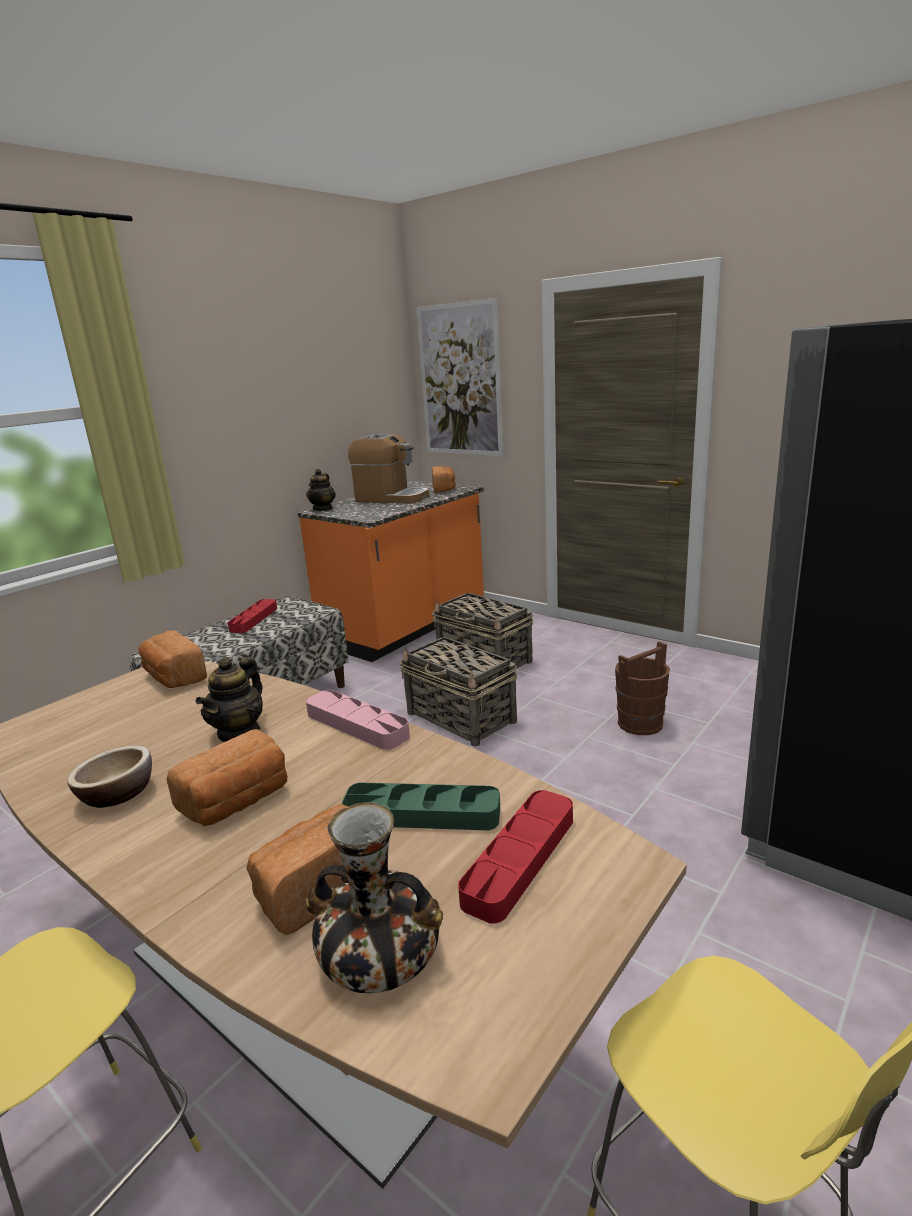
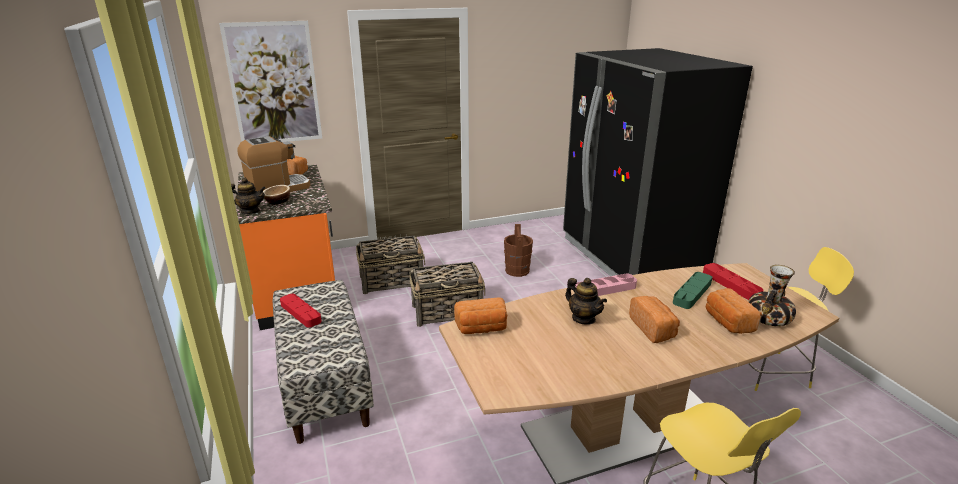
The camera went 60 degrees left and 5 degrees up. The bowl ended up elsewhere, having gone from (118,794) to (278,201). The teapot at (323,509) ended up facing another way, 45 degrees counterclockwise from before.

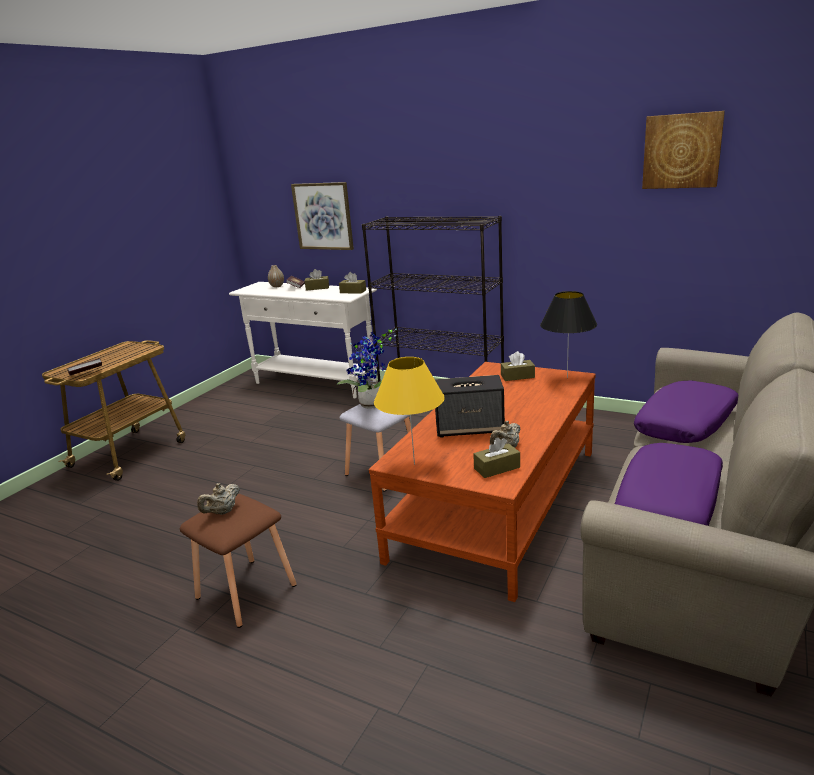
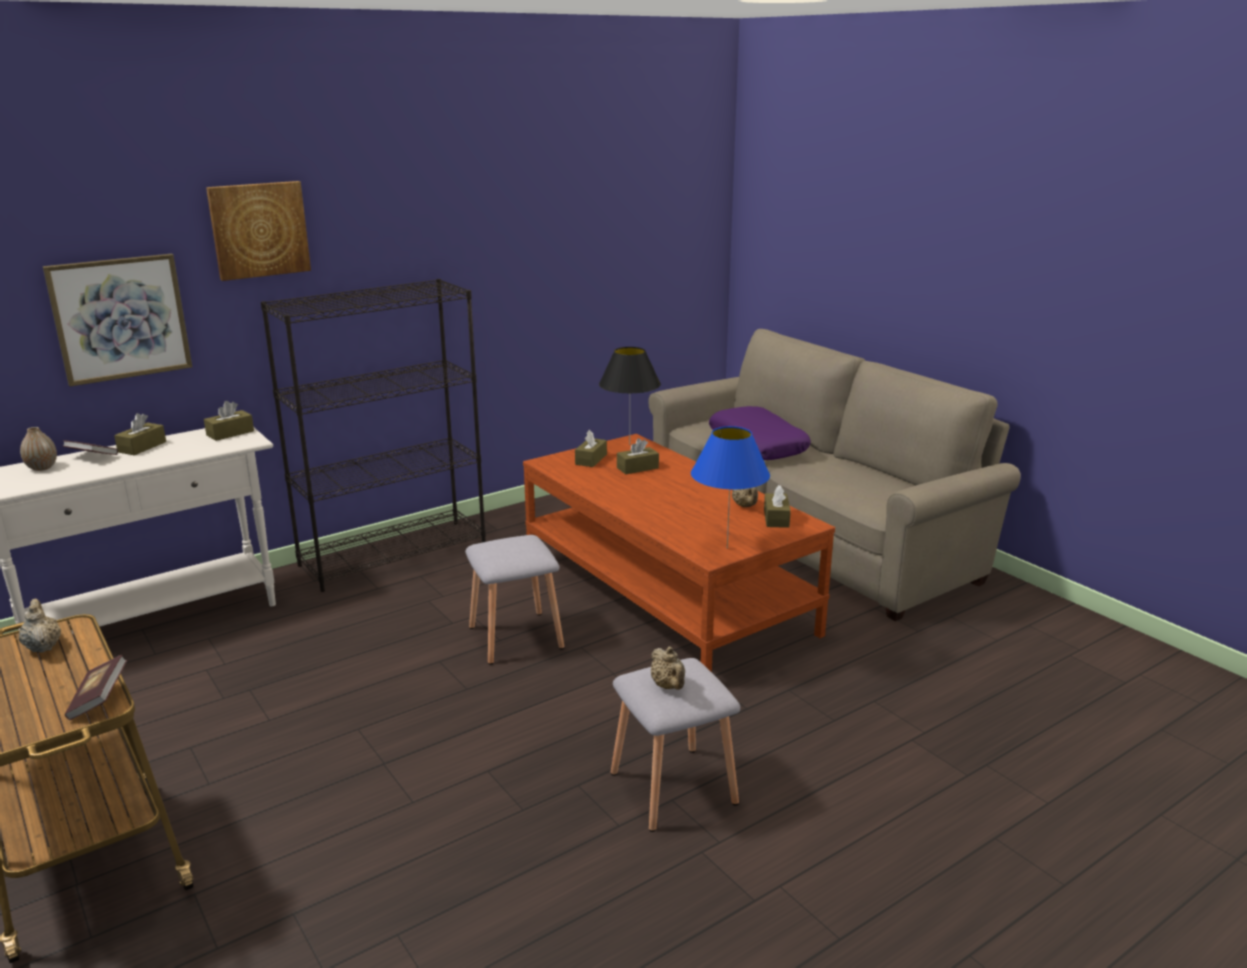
The camera went 65 degrees left and 0 degrees up. What was the stool (brown) at (245,592) turned into the stool (grey) at (675,789). The second view lost the potted plant at (372,406). What was the table lamp (yellow) at (414,464) turned into the table lamp (blue) at (727,548). The second view lost the speaker at (470,428). The second view lost the pillow (purple) at (669,502). The picture ended up elsewhere, having gone from (682,151) to (259,230). The second view gained the teapot (beige) at (43,646). The second view gained the tissue box (brown) at (637,468).

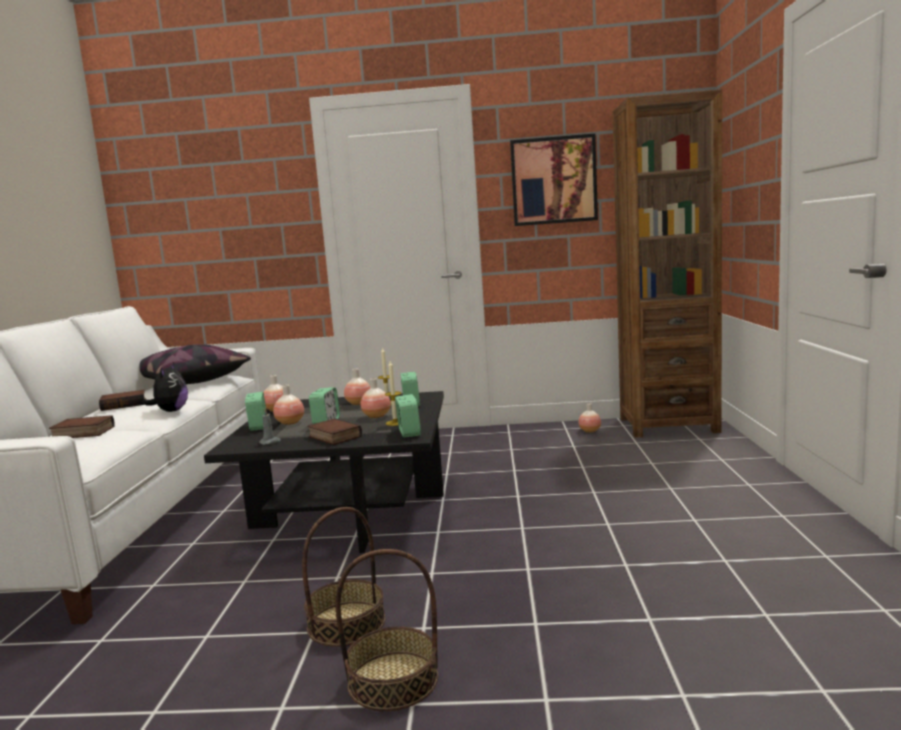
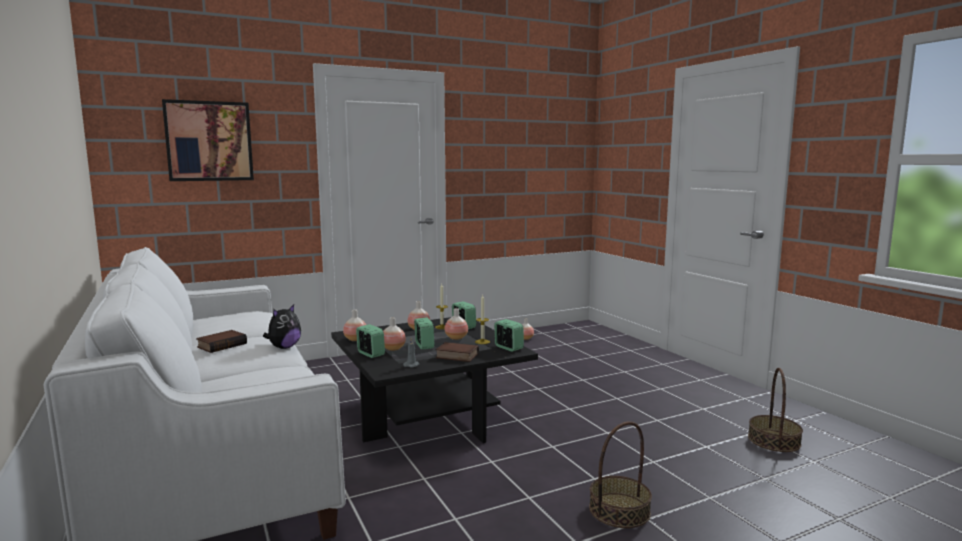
The camera went 30 degrees left and 0 degrees up. The second view lost the book at (82,433). The second view lost the pillow at (189,381). The plush toy at (171,411) ended up facing another way, 60 degrees clockwise from before. The basket ended up elsewhere, having gone from (346,623) to (773,440). The picture ended up elsewhere, having gone from (553,181) to (209,141). The second view lost the bookcase (brown) at (668,425).

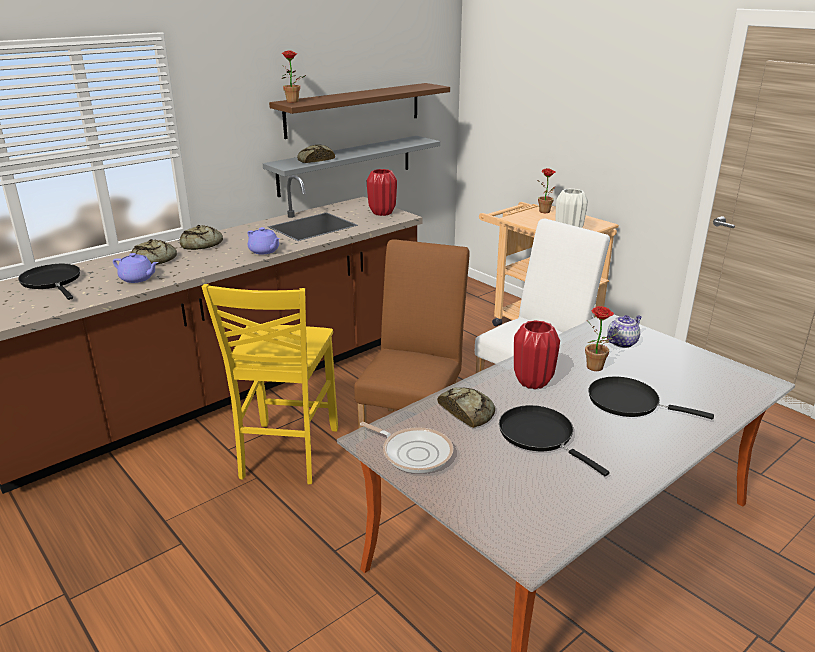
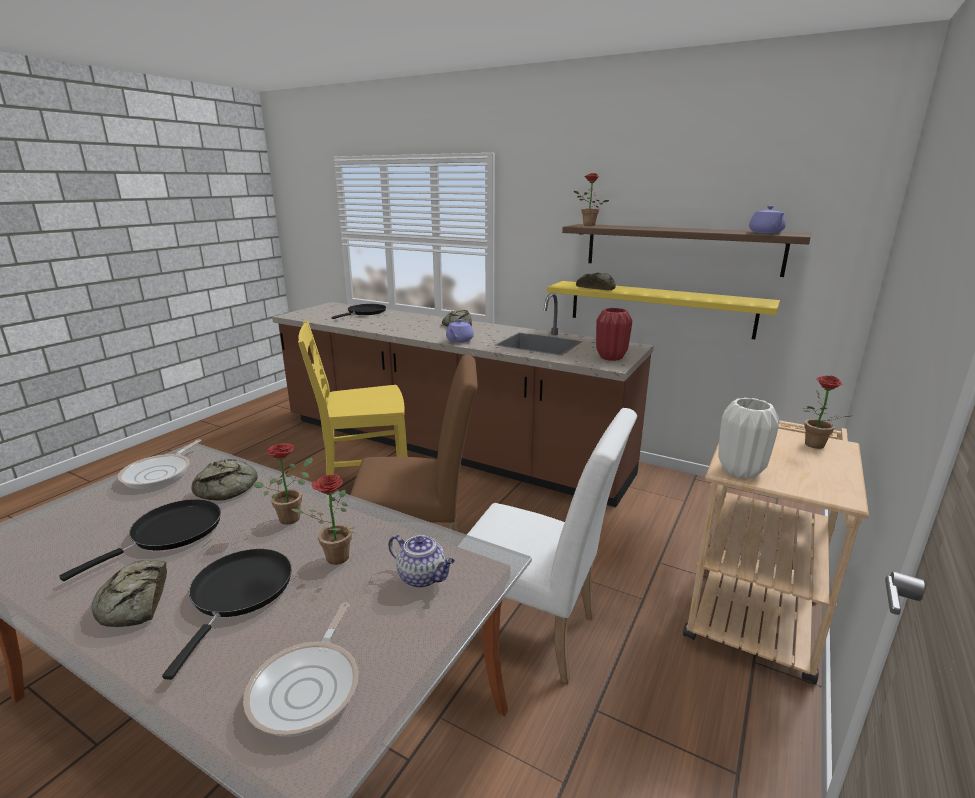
The camera went 70 degrees right and 5 degrees down. The teapot (purple) ended up elsewhere, having gone from (138,278) to (766,233). The bread ended up elsewhere, having gone from (153,260) to (135,602). What was the shelf (grey) at (346,165) turned into the shelf (yellow) at (659,308). Where the vase (red) stood at (532,382), the potted plant came to stand at (292,516). The second view gained the frying pan at (309,687).

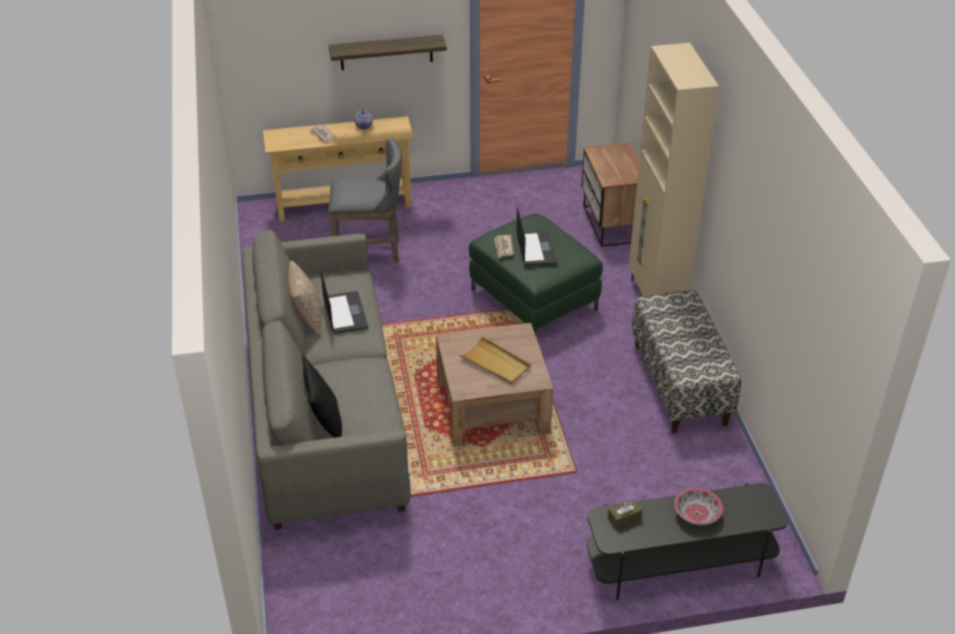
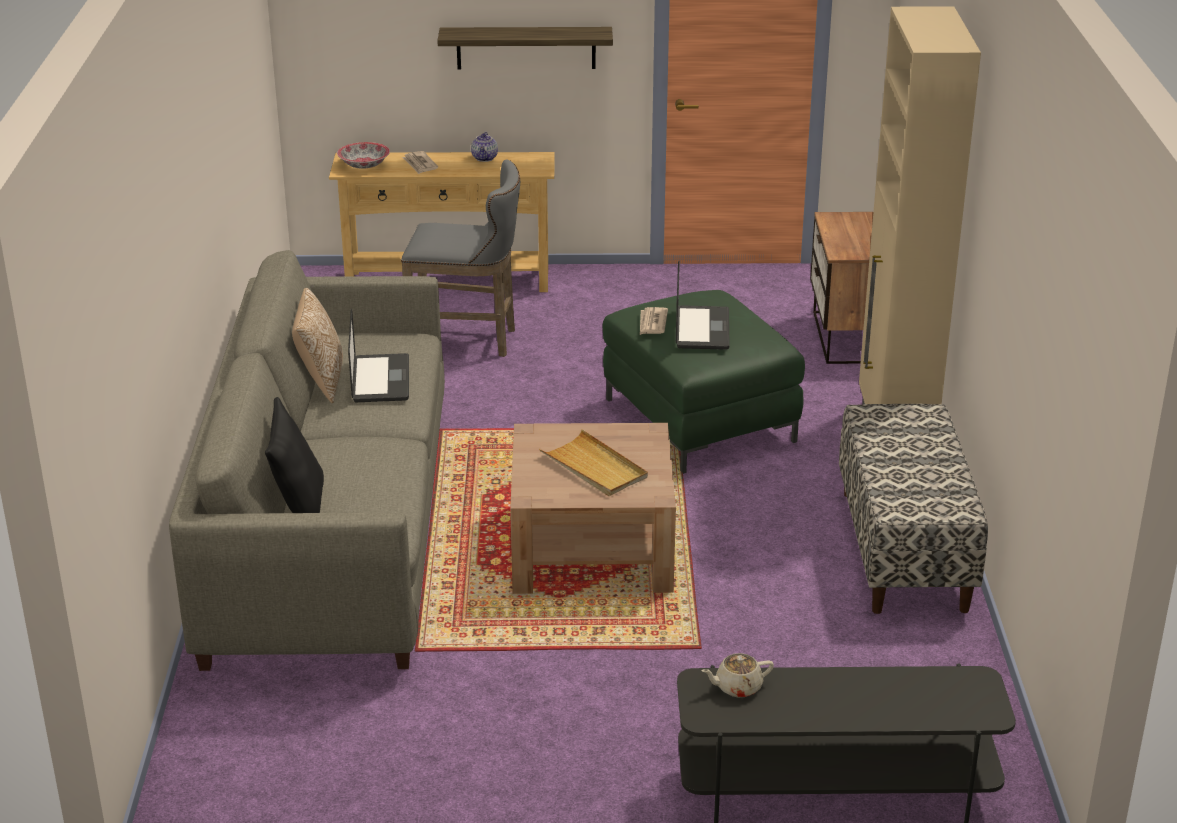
The camera went 10 degrees right and 10 degrees down. Where the tissue box (brown) stood at (624,517), the teapot (beige) came to stand at (737,687). The bowl ended up elsewhere, having gone from (696,514) to (364,165).

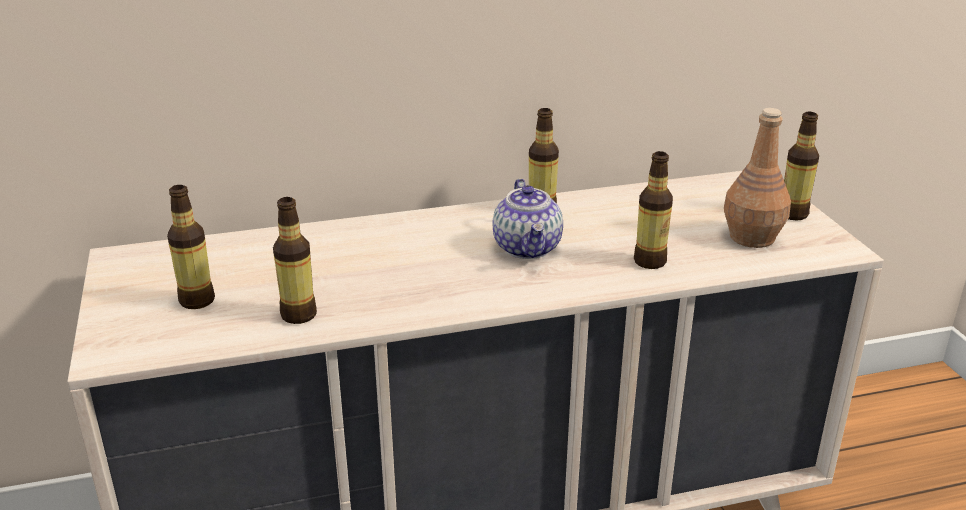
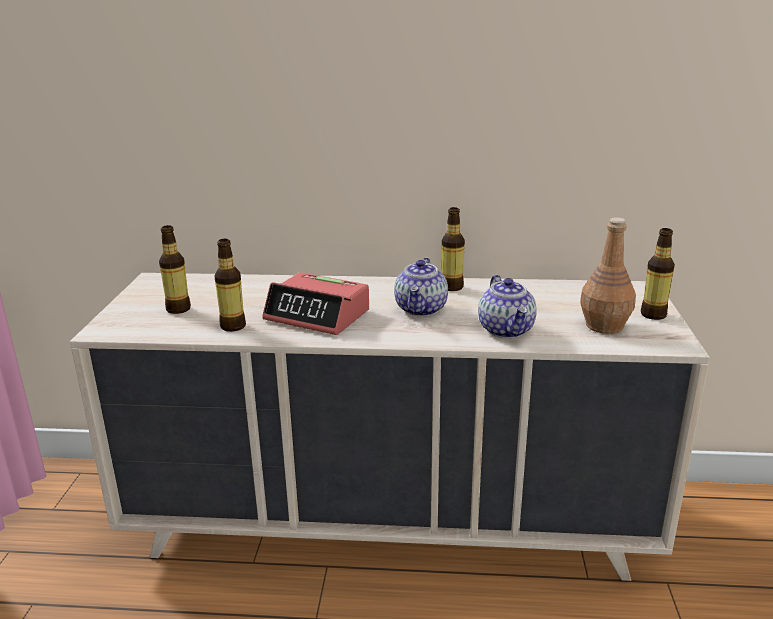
The camera went 20 degrees right and 5 degrees down. Where the bottle stood at (650,261), the teapot came to stand at (507,330). The second view gained the alarm clock at (318,315).

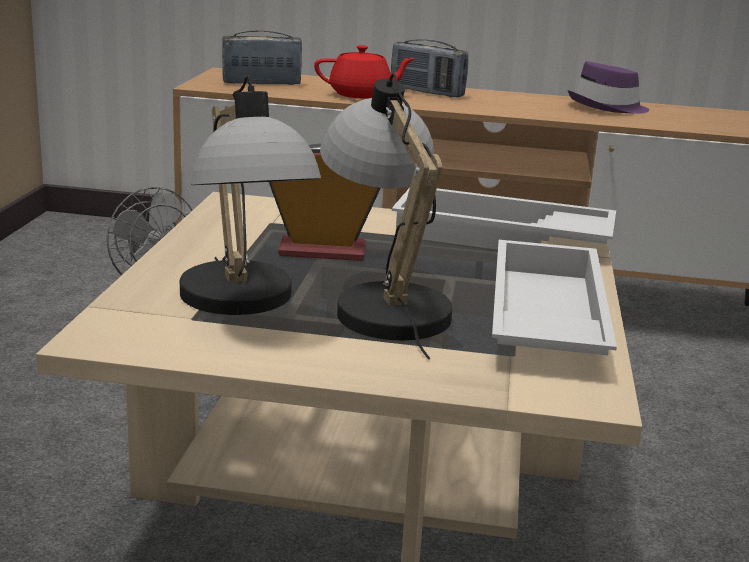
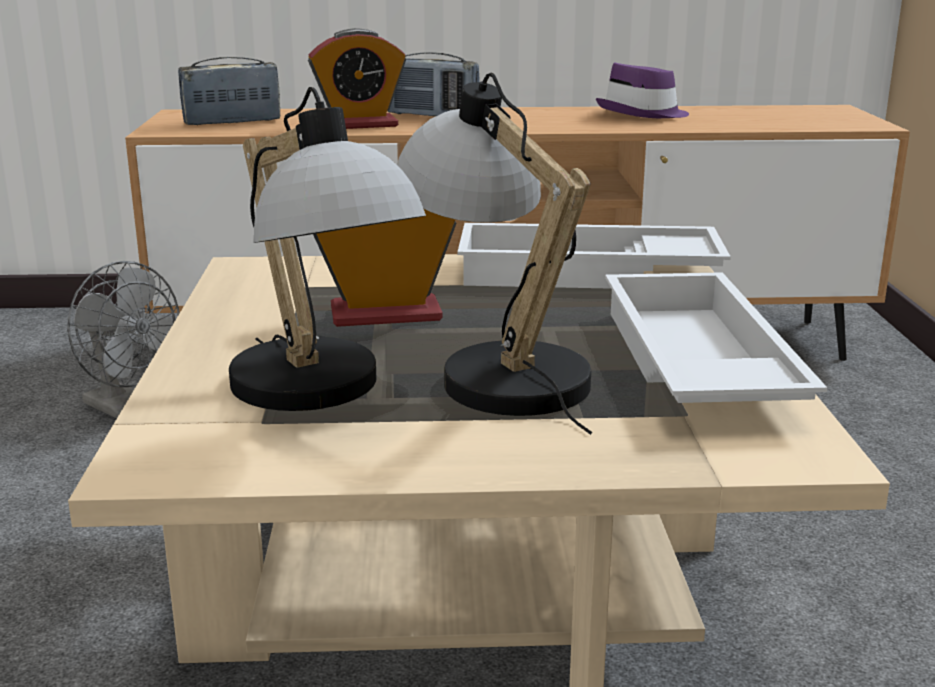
The camera went 10 degrees left and 0 degrees up. Where the teapot (red) stood at (361,95), the alarm clock came to stand at (359,125).

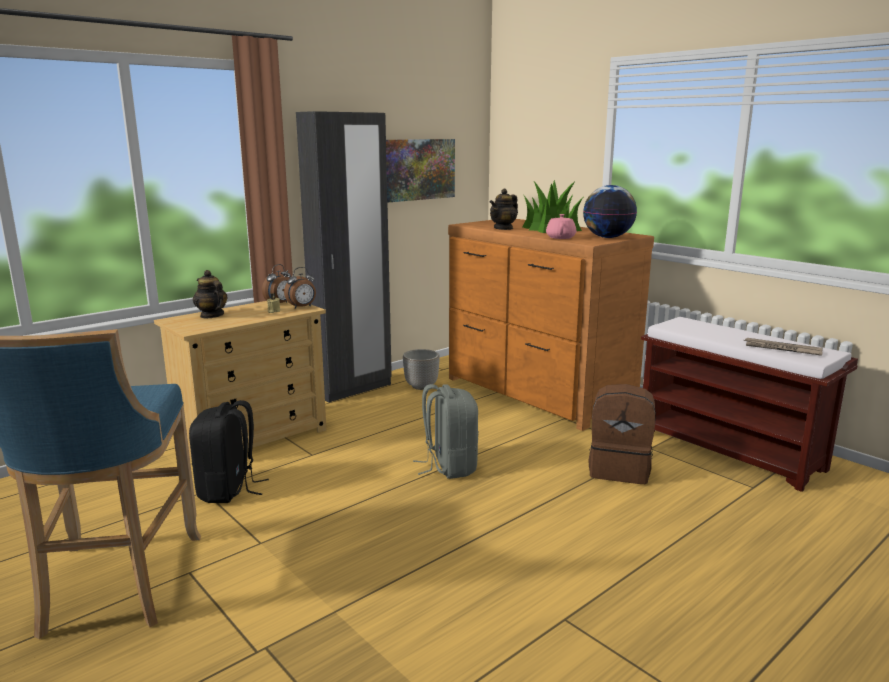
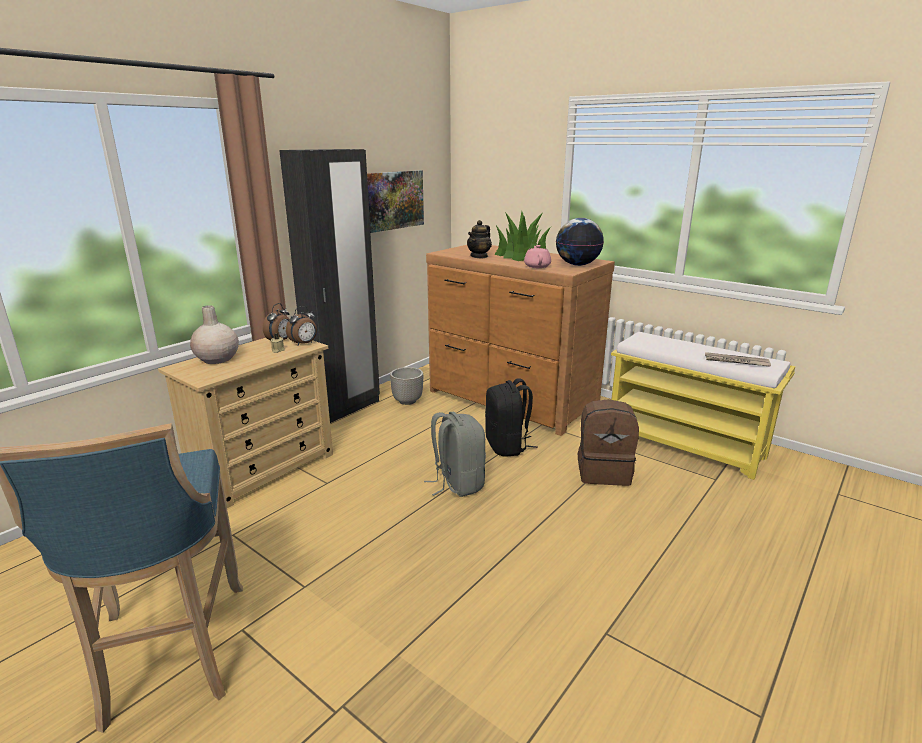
The camera went 10 degrees left and 5 degrees up. The backpack (black) ended up elsewhere, having gone from (228,490) to (507,446). Where the teapot stood at (211,315), the vase (beige) came to stand at (217,359). What was the bench (brown) at (730,450) turned into the bench (yellow) at (686,444).

